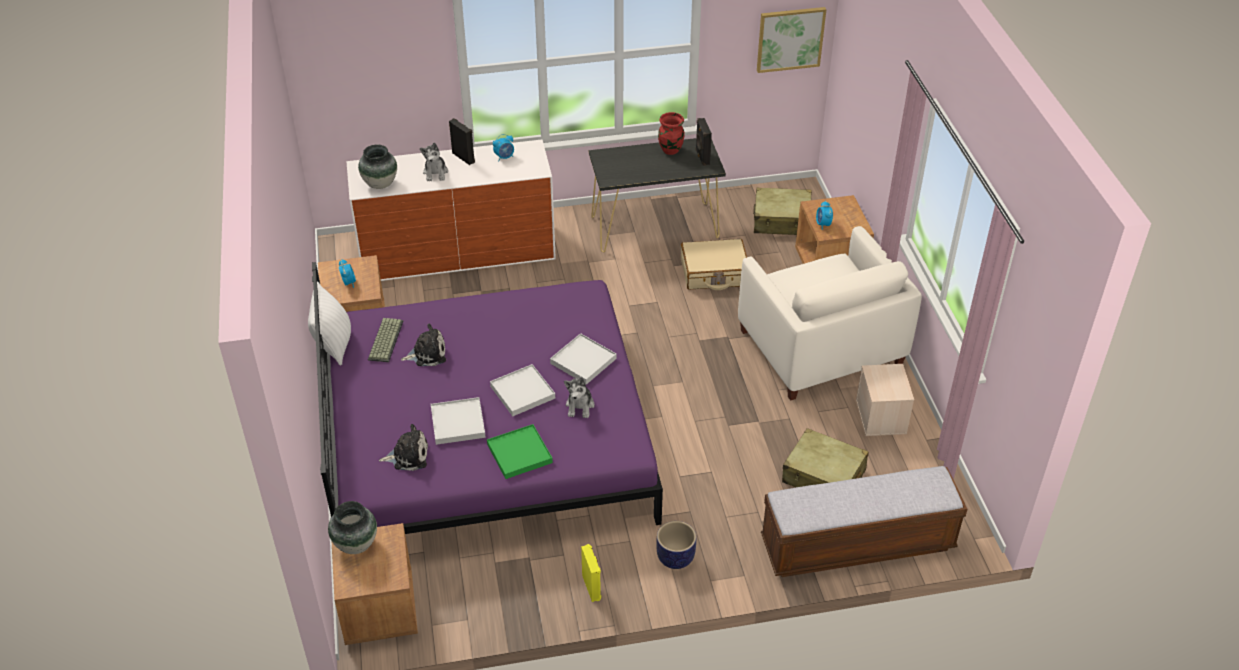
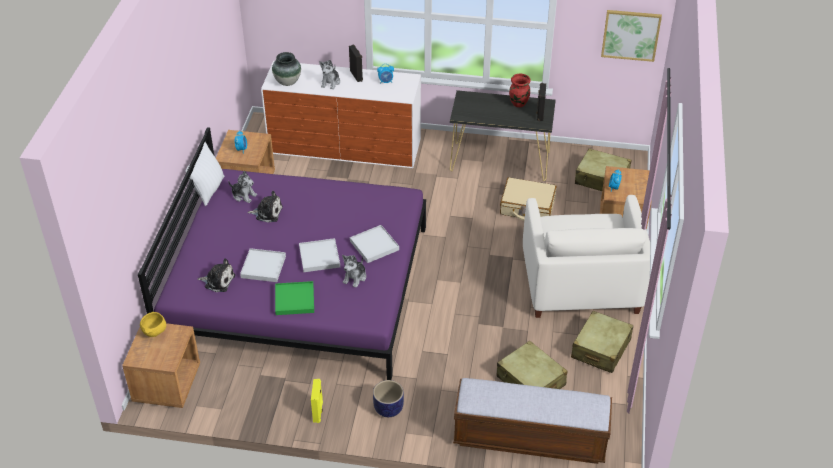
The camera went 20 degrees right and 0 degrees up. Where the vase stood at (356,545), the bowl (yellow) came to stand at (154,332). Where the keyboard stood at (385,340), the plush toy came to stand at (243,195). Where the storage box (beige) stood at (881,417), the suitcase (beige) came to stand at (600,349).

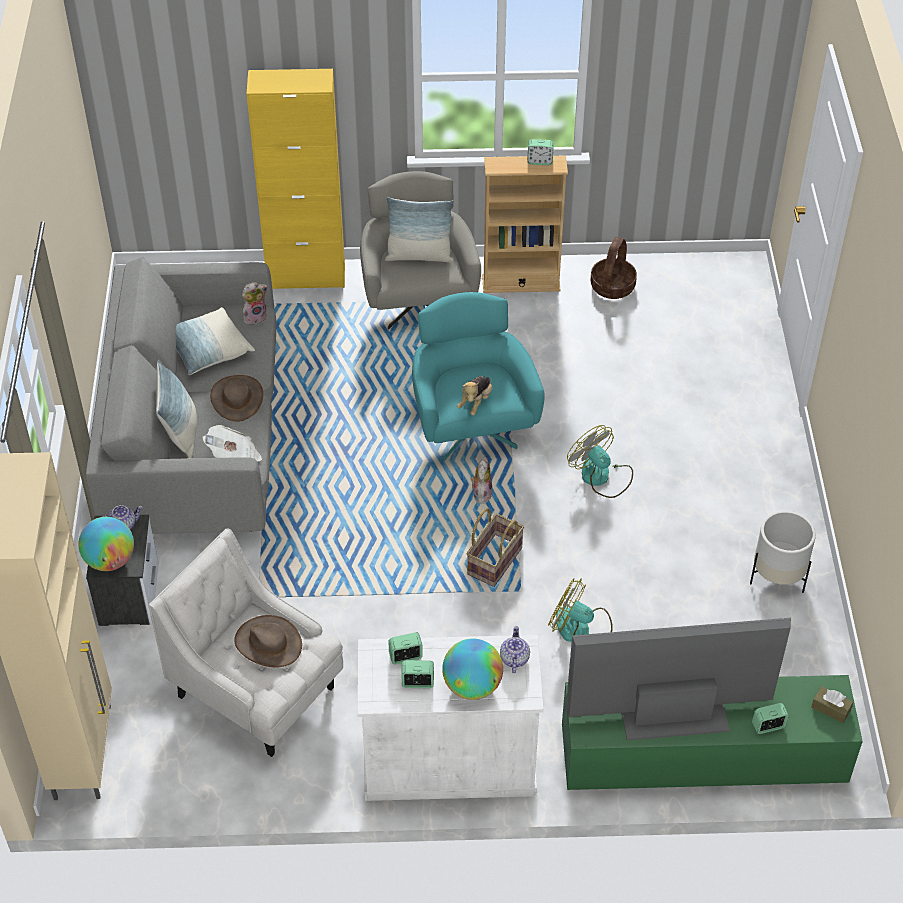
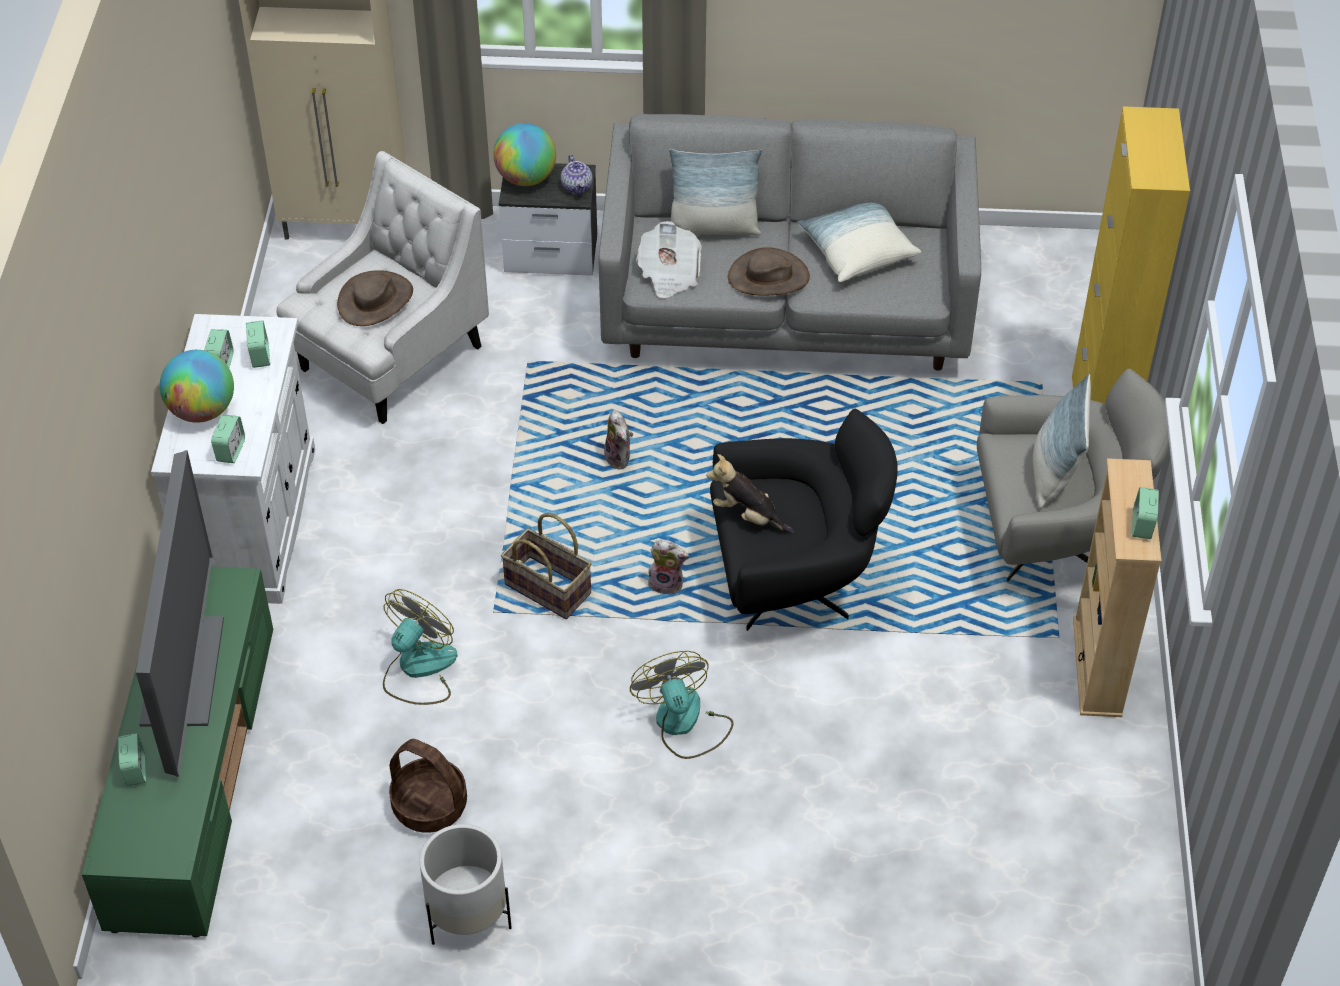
The camera went 95 degrees right and 0 degrees up. The plush toy ended up elsewhere, having gone from (255,317) to (620,459). What was the armchair (turquoise) at (471,426) turned into the armchair (black) at (794,583). Where the teapot stood at (514,658), the alarm clock came to stand at (230,451). The fan at (601,477) ended up facing another way, 75 degrees counterclockwise from before. The basket ended up elsewhere, having gone from (612,286) to (429,805). The second view lost the tissue box (brown) at (831,708).

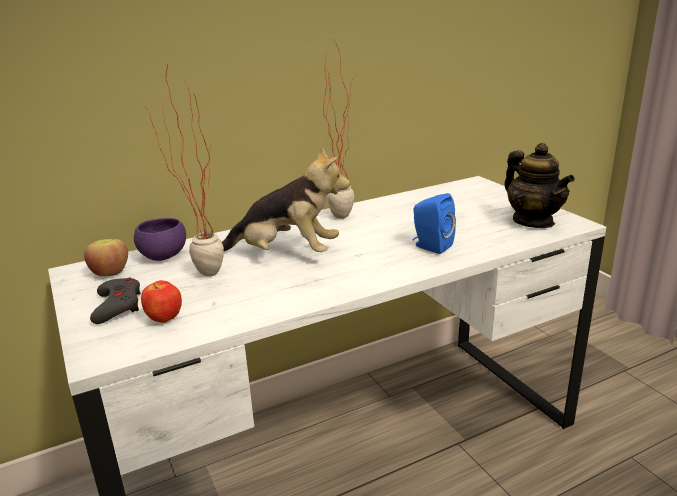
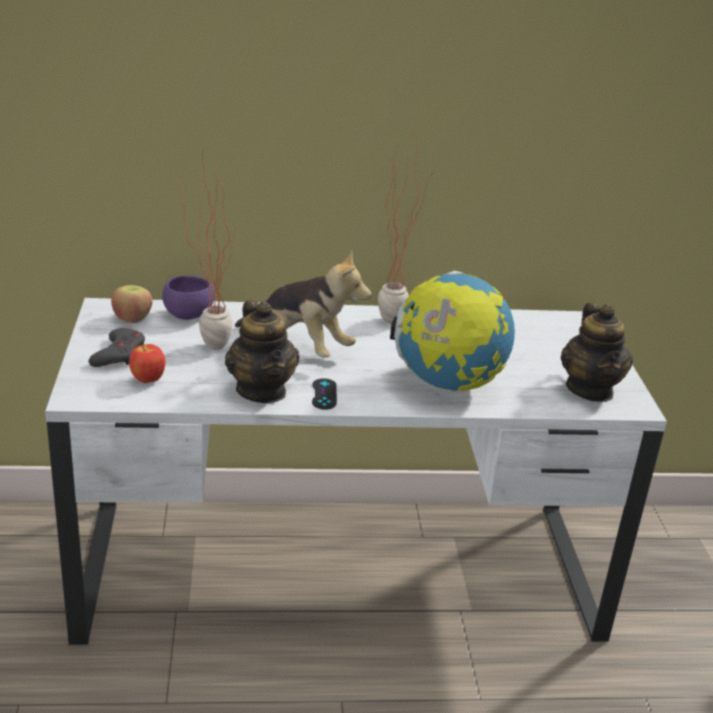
The camera went 20 degrees right and 5 degrees up. Where the speaker (blue) stood at (430,246), the globe came to stand at (447,384). The second view gained the teapot at (262,390). The second view gained the game controller (black) at (324,394).

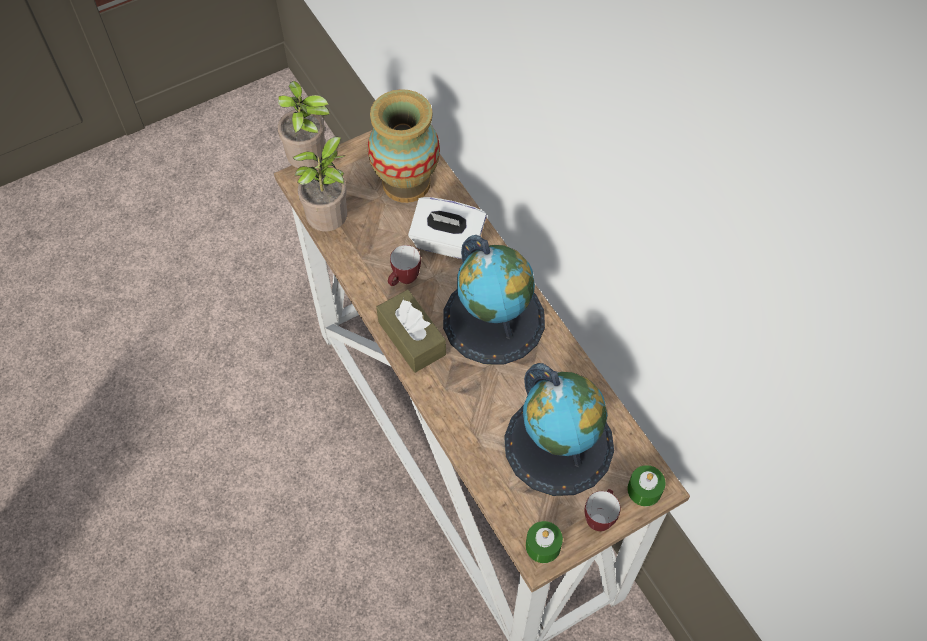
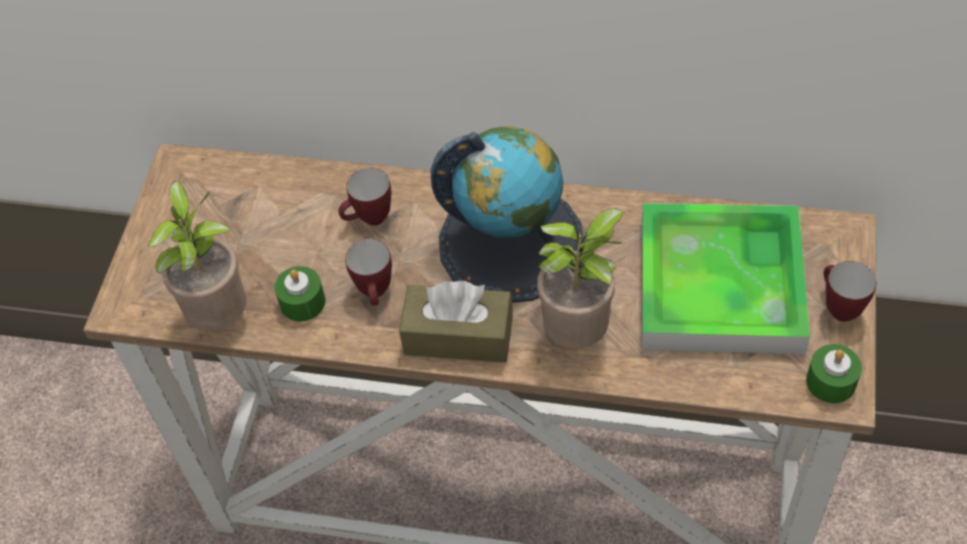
The camera went 45 degrees left and 5 degrees down. The potted plant ended up elsewhere, having gone from (311,166) to (580,334). The second view lost the vase at (406,183). Where the tissue box (white) stood at (447,242), the mug came to stand at (369,220). Where the globe stood at (559,444), the tray came to stand at (720,285). The candle (green) ended up elsewhere, having gone from (644,490) to (302,302).

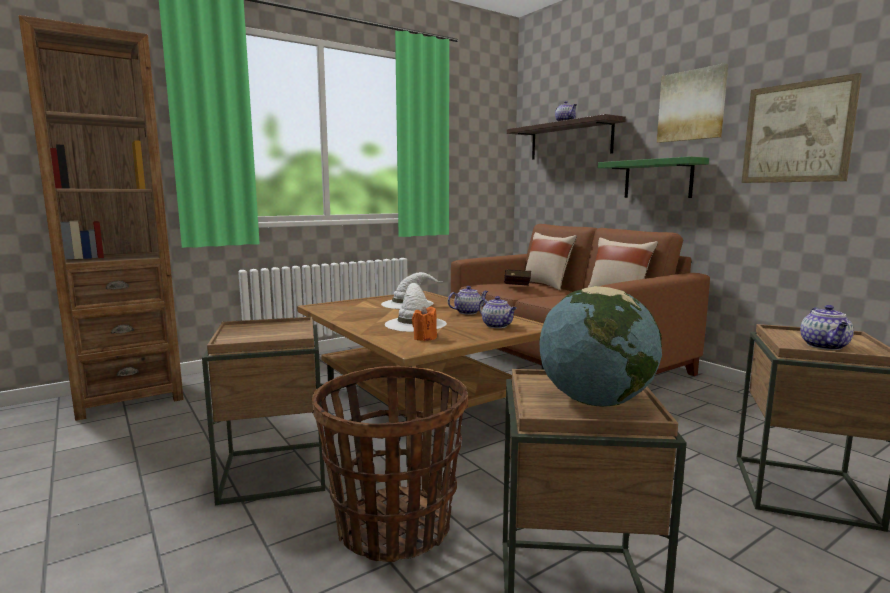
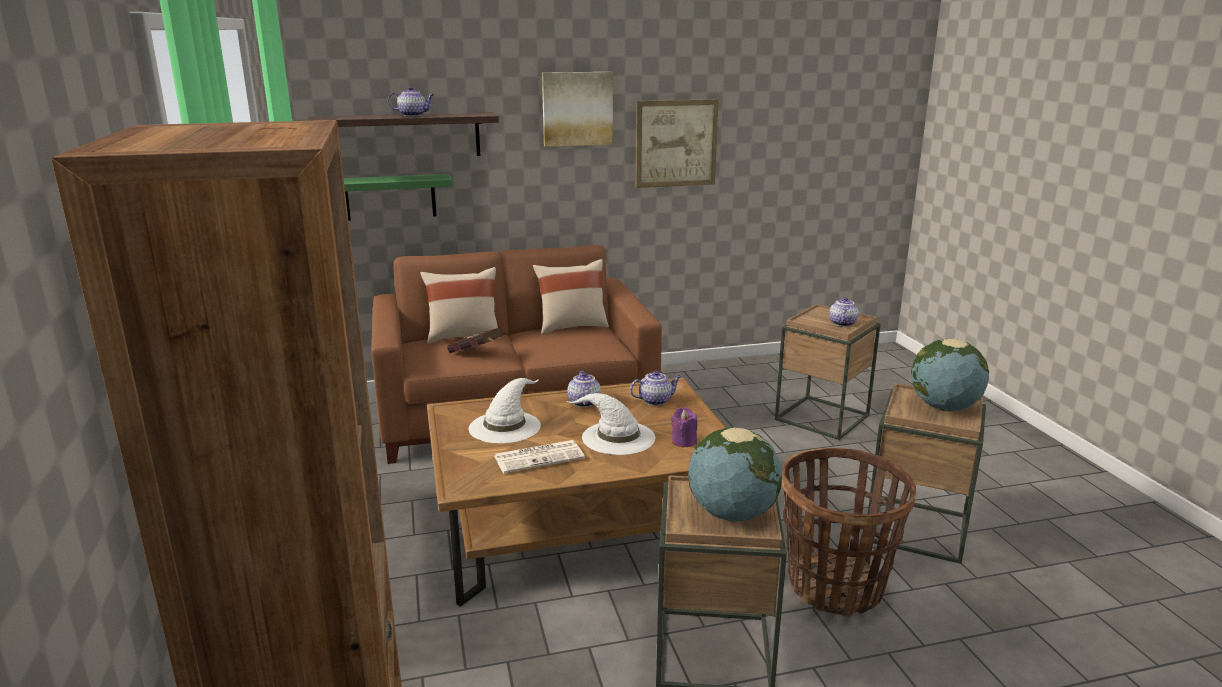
The camera went 70 degrees left and 10 degrees up. What was the candle (orange) at (425,338) turned into the candle (purple) at (684,441). The shelf (green) ended up elsewhere, having gone from (658,179) to (390,197). The teapot at (825,346) ended up facing another way, 105 degrees counterclockwise from before. The second view gained the newspaper at (539,457). The second view gained the globe at (731,513).

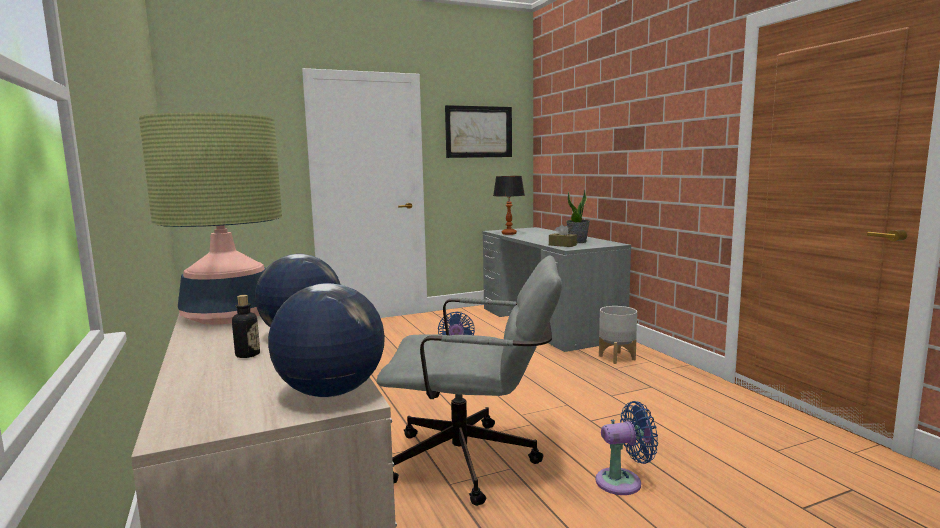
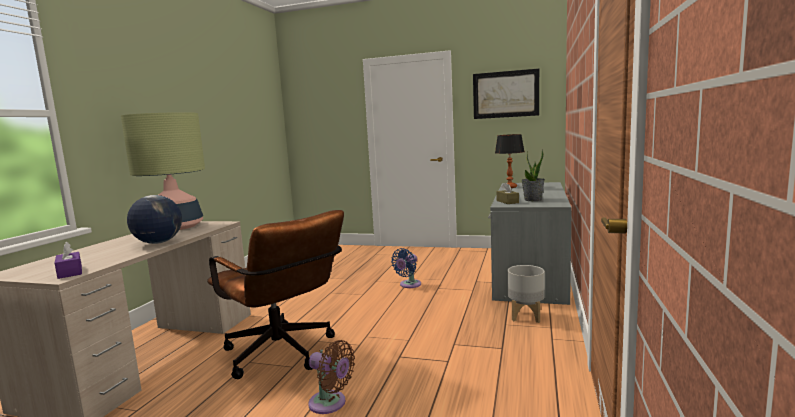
The camera went 40 degrees right and 0 degrees up. The second view lost the bottle at (247,354). Where the globe stood at (330,392), the tissue box (purple) came to stand at (70,272). What was the office chair (grey) at (476,462) turned into the office chair (brown) at (284,355). What was the fan (blue) at (623,481) turned into the fan (brown) at (330,404).

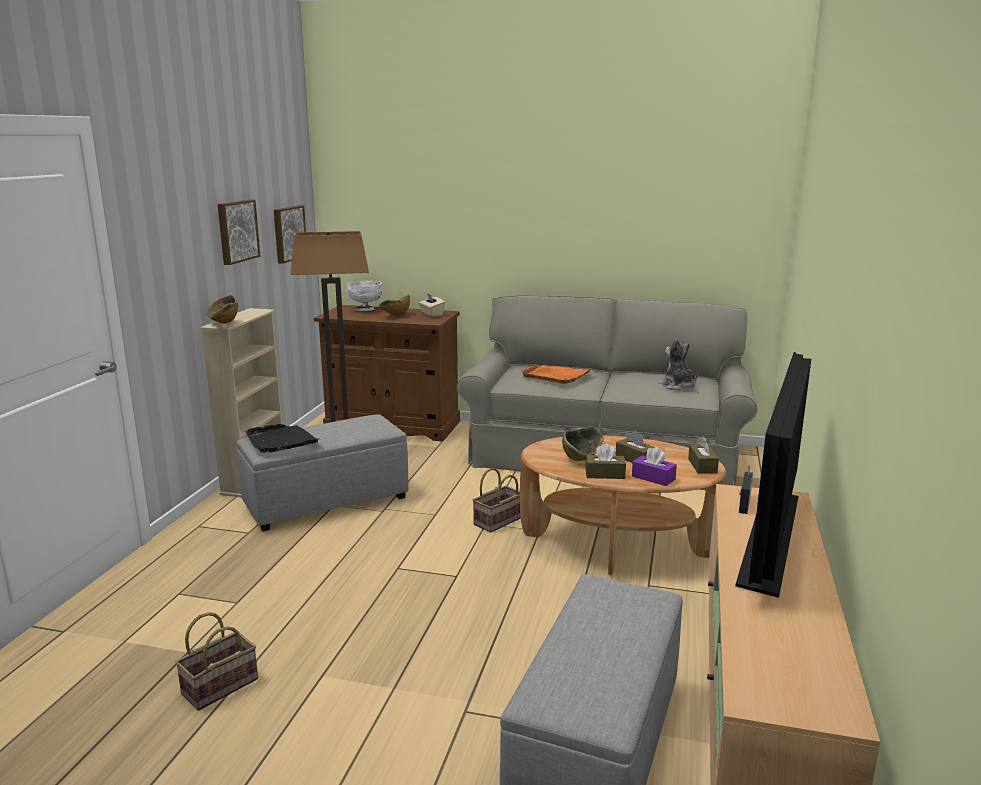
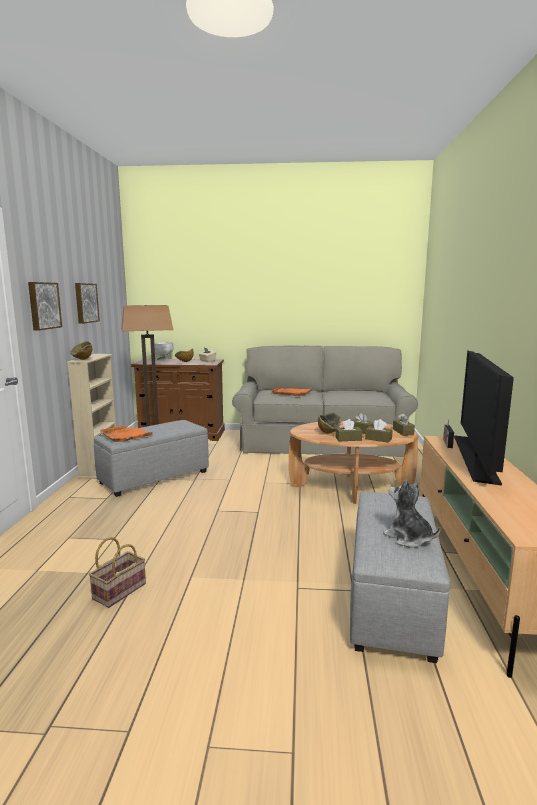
The camera went 10 degrees left and 5 degrees down. What was the tray (black) at (281,441) turned into the tray (orange) at (126,435). The picture ended up elsewhere, having gone from (288,233) to (43,305). The second view lost the basket at (498,522). What was the tissue box (purple) at (653,478) turned into the tissue box (brown) at (378,439). The plush toy ended up elsewhere, having gone from (678,386) to (408,538).

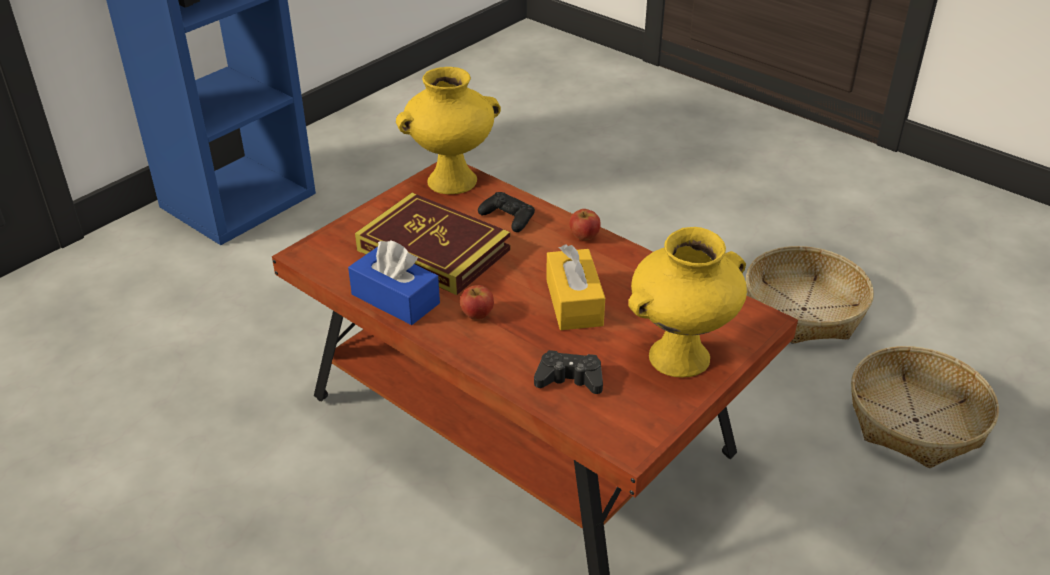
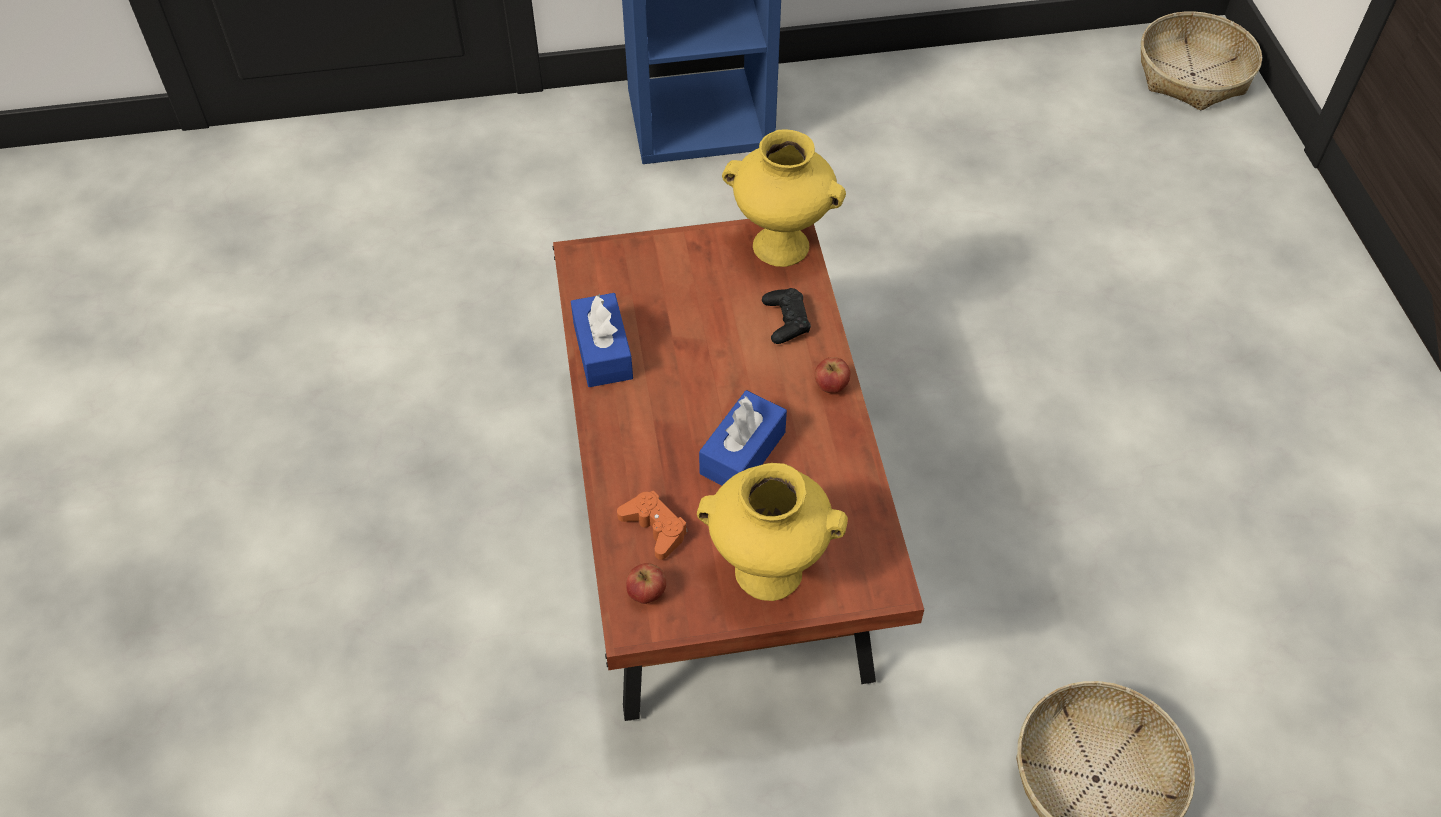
The camera went 40 degrees right and 15 degrees up. The second view lost the book at (433,250). The apple ended up elsewhere, having gone from (477,315) to (647,593). What was the game controller (black) at (569,379) turned into the game controller (orange) at (655,528). What was the tissue box (yellow) at (574,302) turned into the tissue box (blue) at (742,453). The basket ended up elsewhere, having gone from (804,309) to (1193,74).

